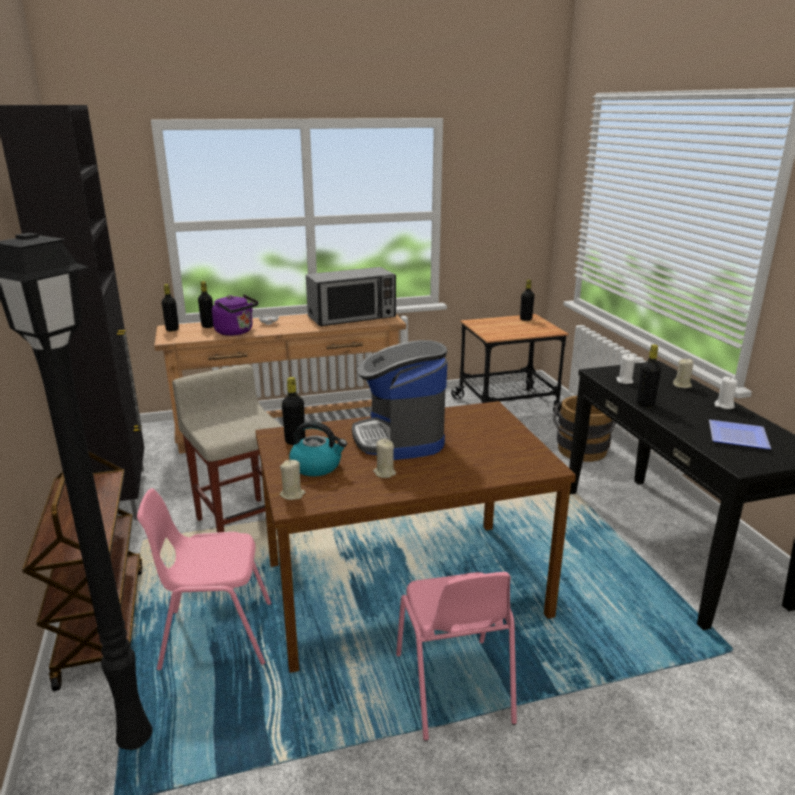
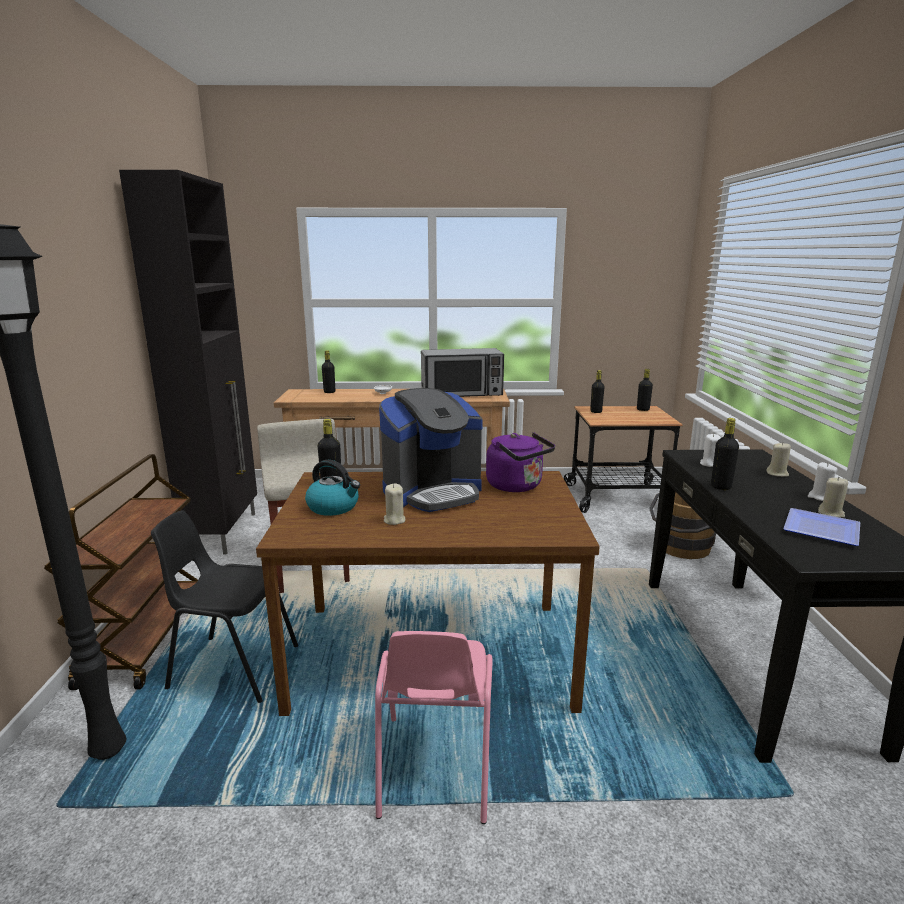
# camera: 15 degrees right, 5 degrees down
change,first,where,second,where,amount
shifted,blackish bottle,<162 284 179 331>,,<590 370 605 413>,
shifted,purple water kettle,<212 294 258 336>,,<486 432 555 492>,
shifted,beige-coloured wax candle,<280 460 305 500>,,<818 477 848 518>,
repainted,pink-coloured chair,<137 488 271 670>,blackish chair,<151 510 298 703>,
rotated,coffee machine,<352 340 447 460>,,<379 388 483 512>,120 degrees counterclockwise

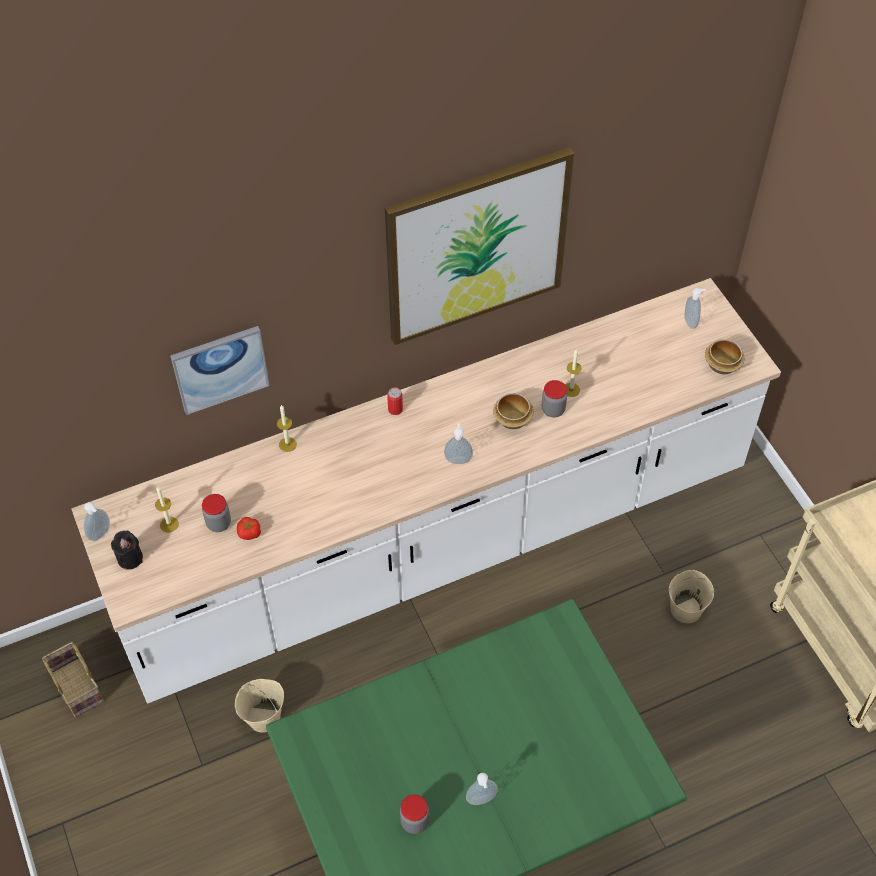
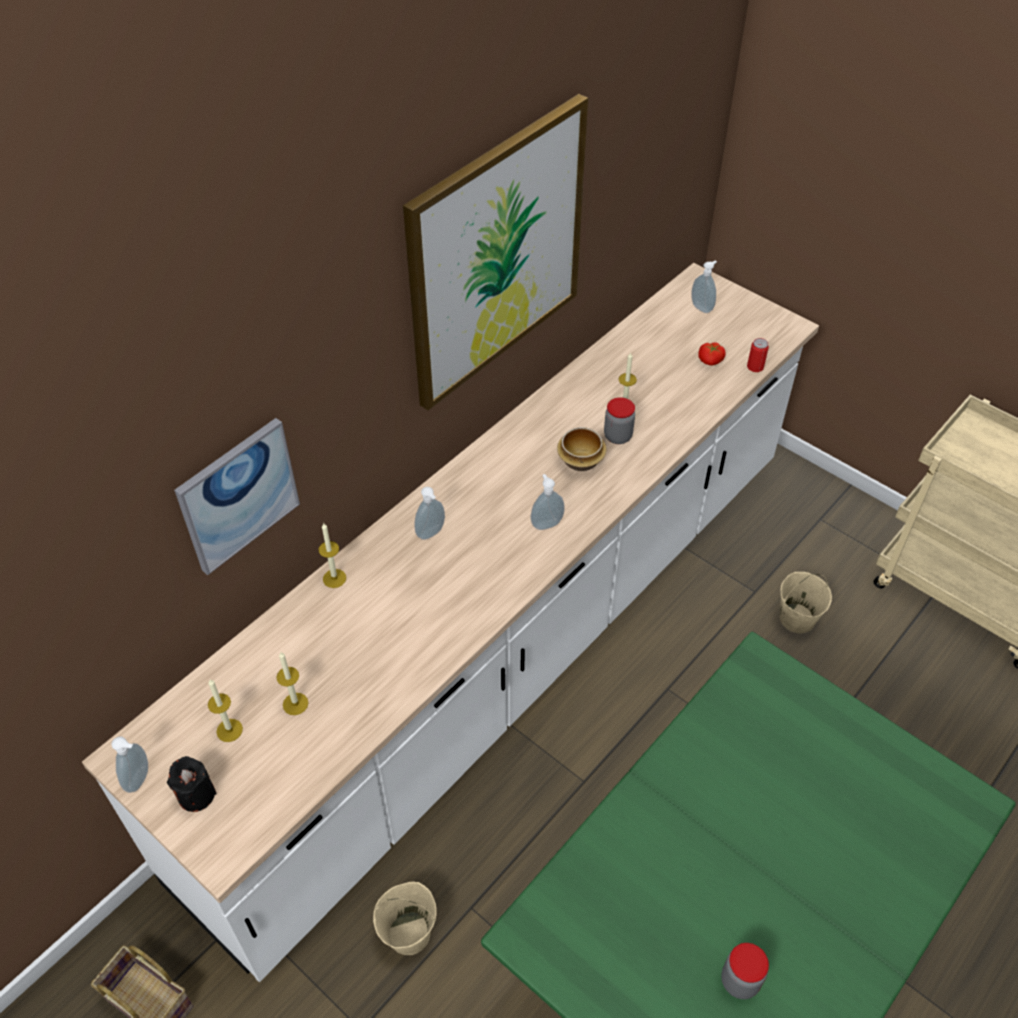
# camera: 25 degrees left, 5 degrees down
change,first,where,second,where,amount
gone,serving bowl,<705 339 744 374>,,,
shifted,fresh tomato,<237 517 261 540>,,<699 343 726 365>,
shifted,can,<387 388 403 415>,,<747 338 769 372>,
shifted,soap dispenser,<466 773 498 805>,,<414 487 445 540>,
swapped,jar,<202 494 231 532>,wax candle,<276 652 308 715>,

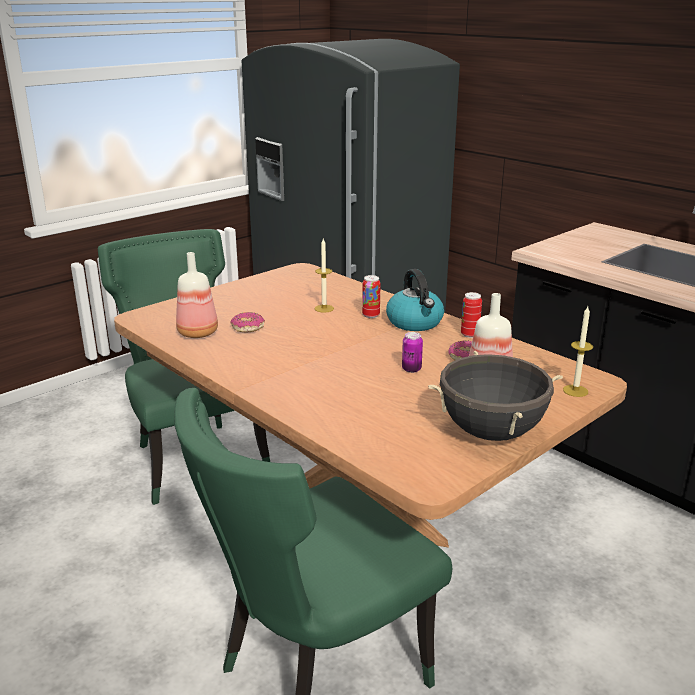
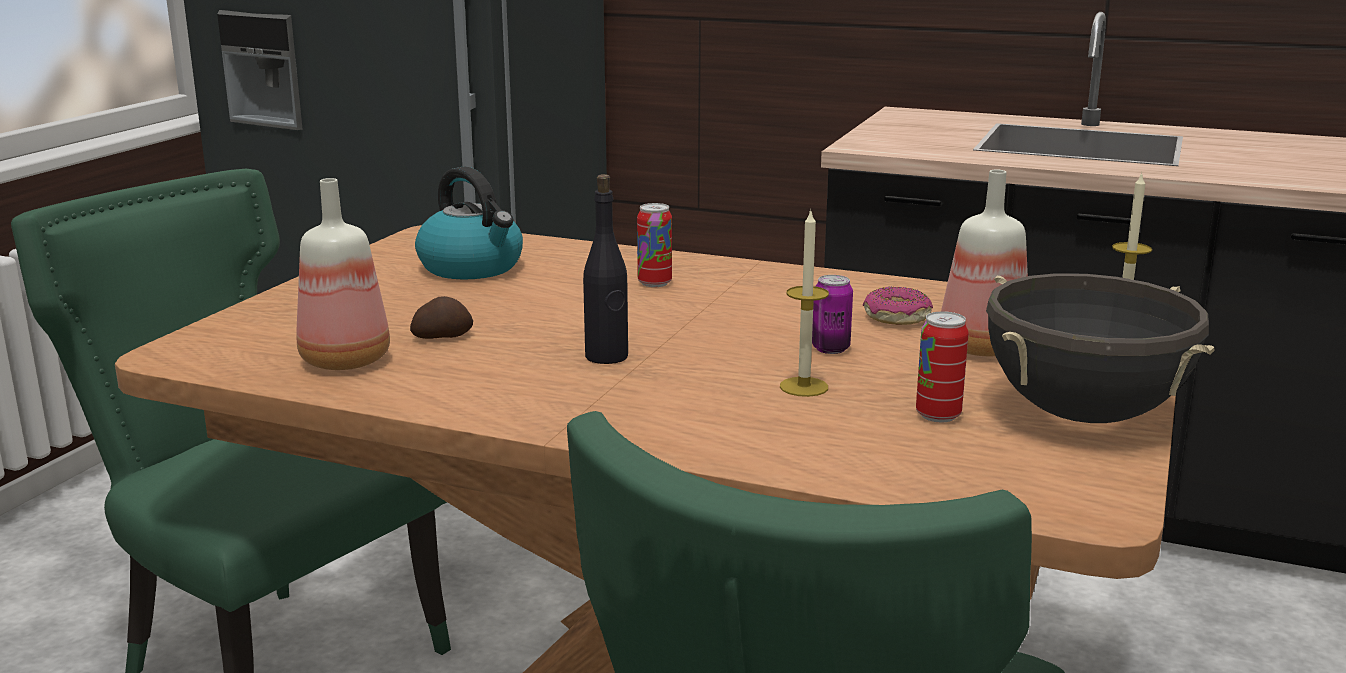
# camera: 25 degrees left, 5 degrees down
change,first,where,second,where,amount
new,,,blackish bottle,<583 174 628 364>,
shifted,wax candle,<314 239 334 313>,,<780 209 829 397>,
shifted,water kettle,<386 269 444 331>,,<415 166 523 280>,
shifted,can,<461 292 482 338>,,<916 311 969 422>,
swapped,doughnut,<230 312 265 332>,spud,<410 296 473 339>,

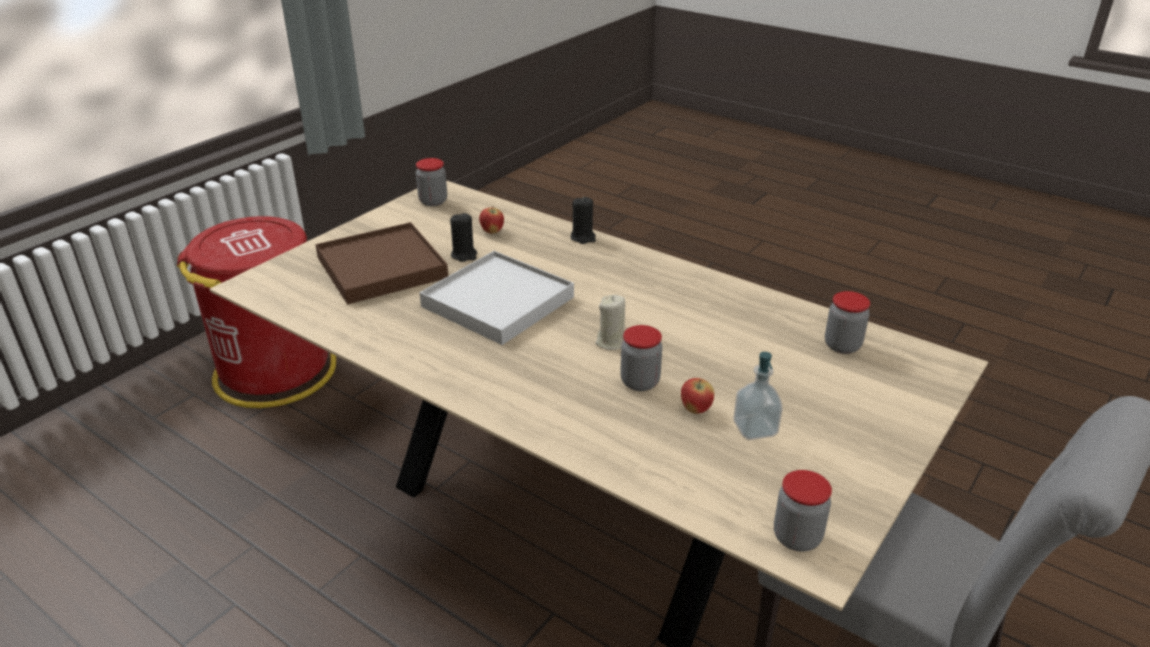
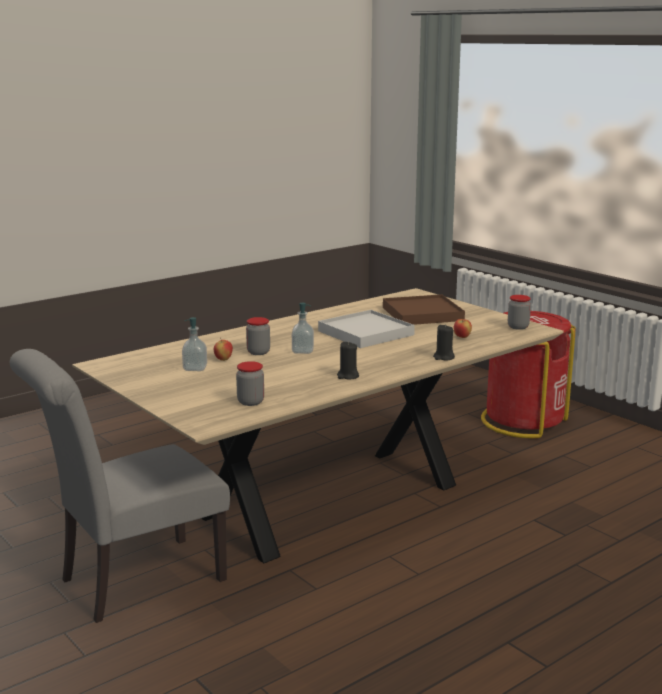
# camera: 105 degrees right, 15 degrees down
change,first,where,second,where,amount
gone,jar,<774 470 832 552>,,,
shifted,blackish wax candle,<450 213 477 262>,,<337 341 359 380>,
swapped,beige-coloured wax candle,<596 295 625 350>,soap dispenser,<292 303 314 354>,

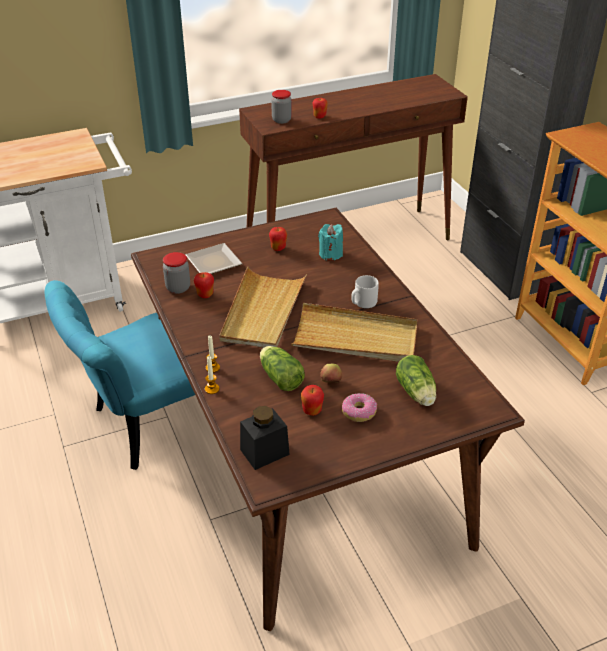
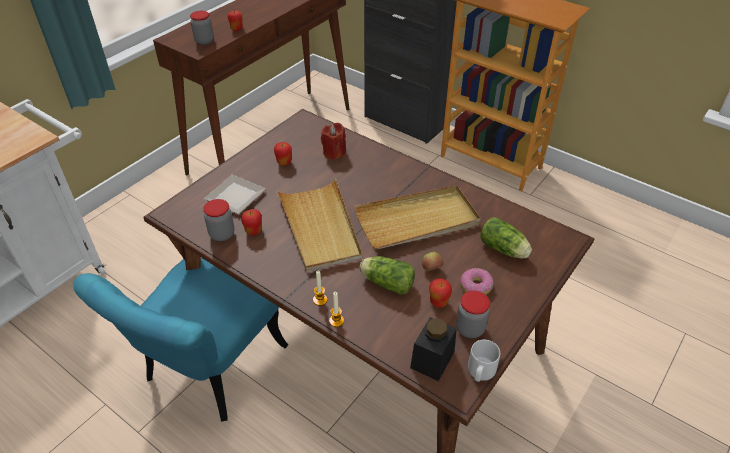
# camera: 30 degrees left, 5 degrees up
change,first,where,second,where,amount
new,,,jar,<456 291 490 338>,
shifted,greyish mug,<351 275 379 308>,,<468 340 500 382>,
repainted,blue-green wax candle,<318 224 343 260>,reddish wax candle,<321 123 346 160>,

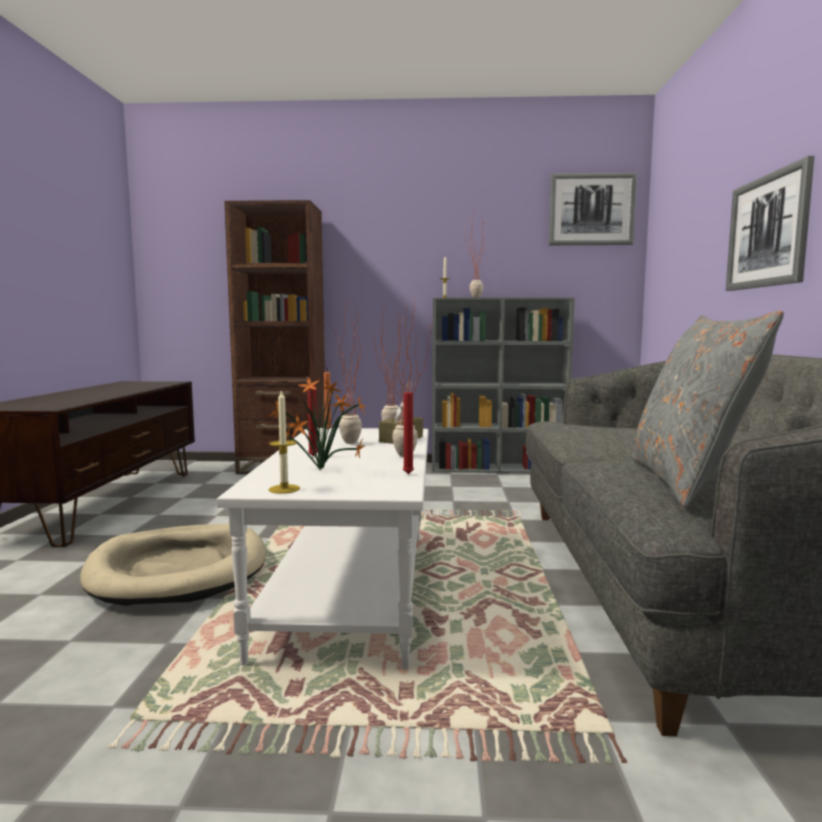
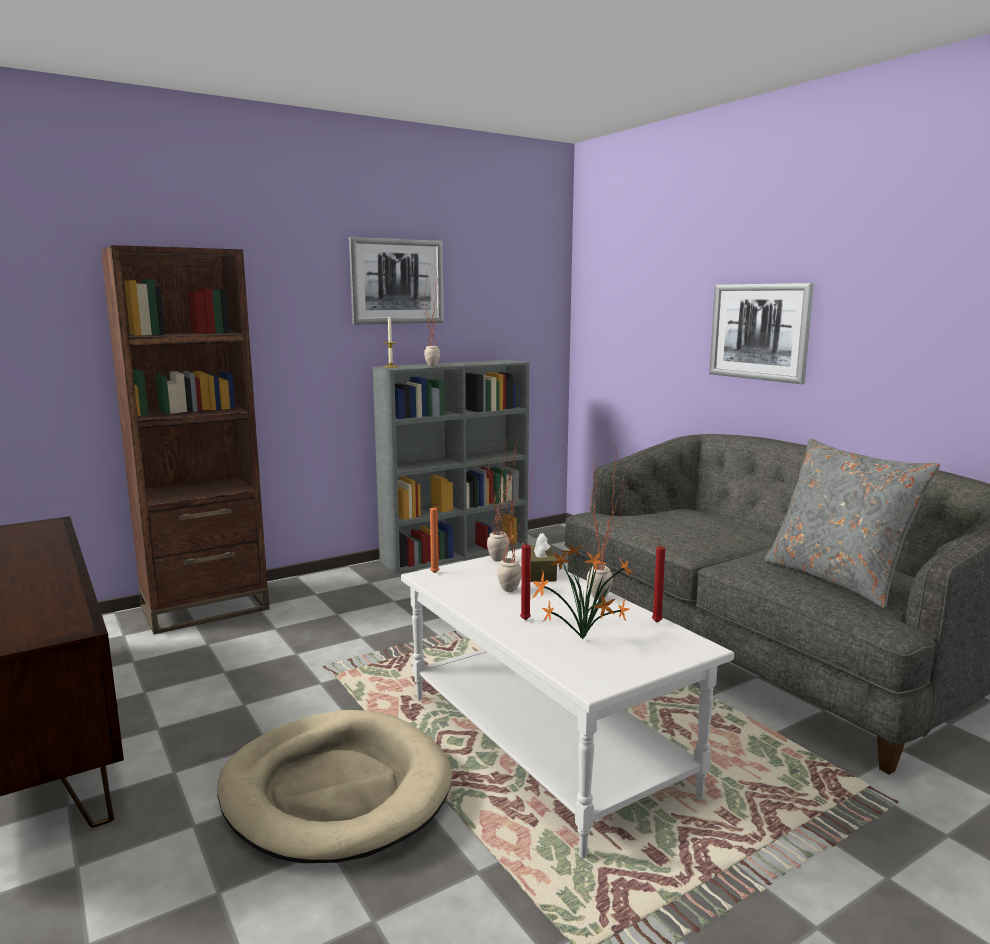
# camera: 35 degrees left, 5 degrees up
change,first,where,second,where,amount
gone,wax candle,<269 389 300 494>,,,
shifted,picture,<549 173 637 245>,,<349 237 444 324>,

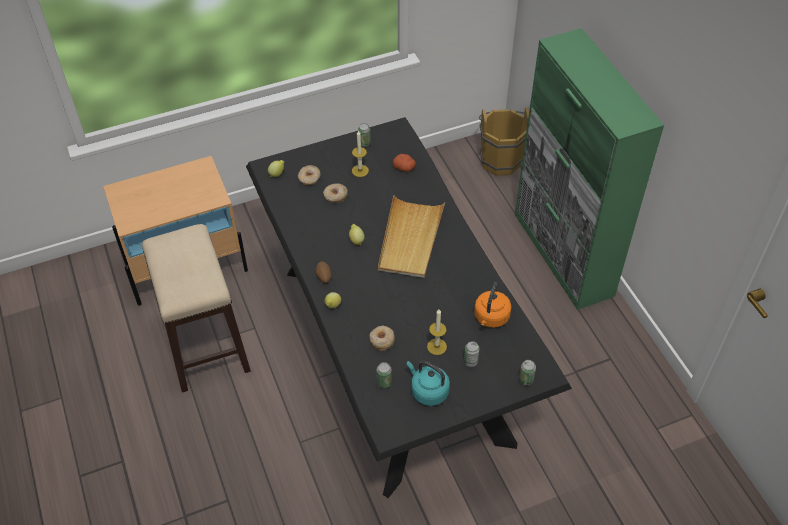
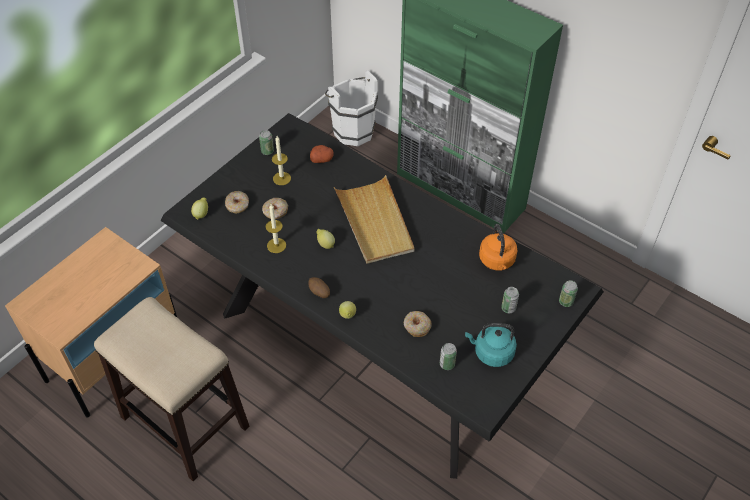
# camera: 30 degrees left, 0 degrees up
change,first,where,second,where,amount
shifted,wax candle,<427 310 447 355>,,<266 204 286 253>,
repainted,brown-coloured bucket,<479 107 529 176>,whitish bucket,<325 70 378 146>,

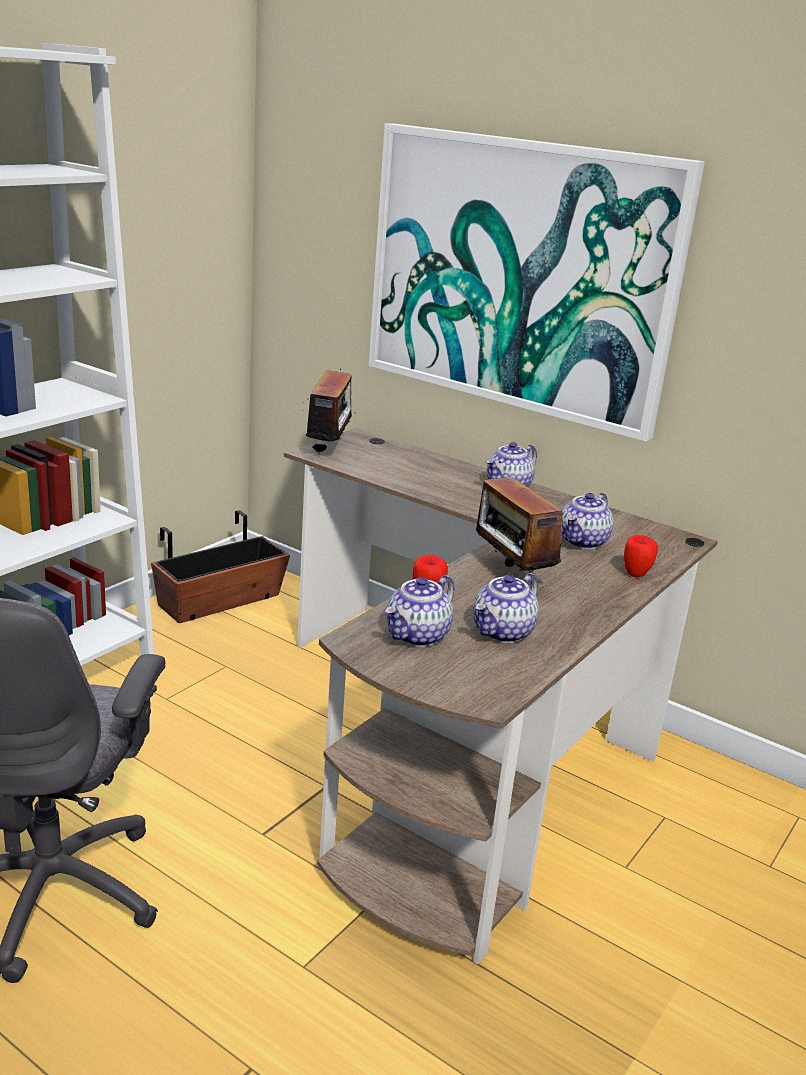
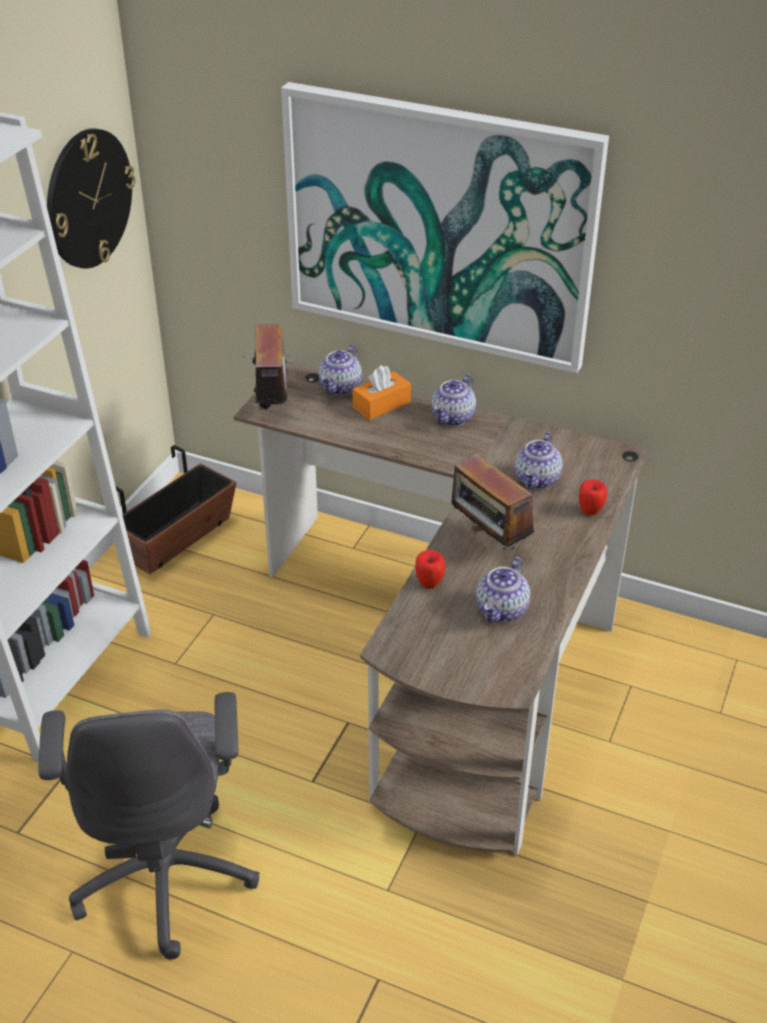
# camera: 10 degrees left, 15 degrees up
change,first,where,second,where,amount
new,,,wall clock,<47 128 135 269>,
new,,,orange tissue box,<352 365 411 420>,
shifted,teapot,<385 575 455 647>,,<319 344 362 395>,

